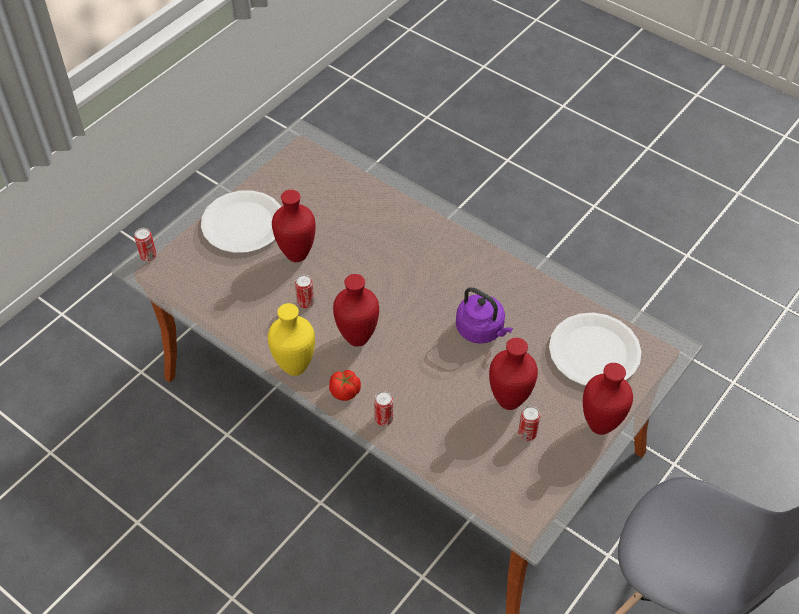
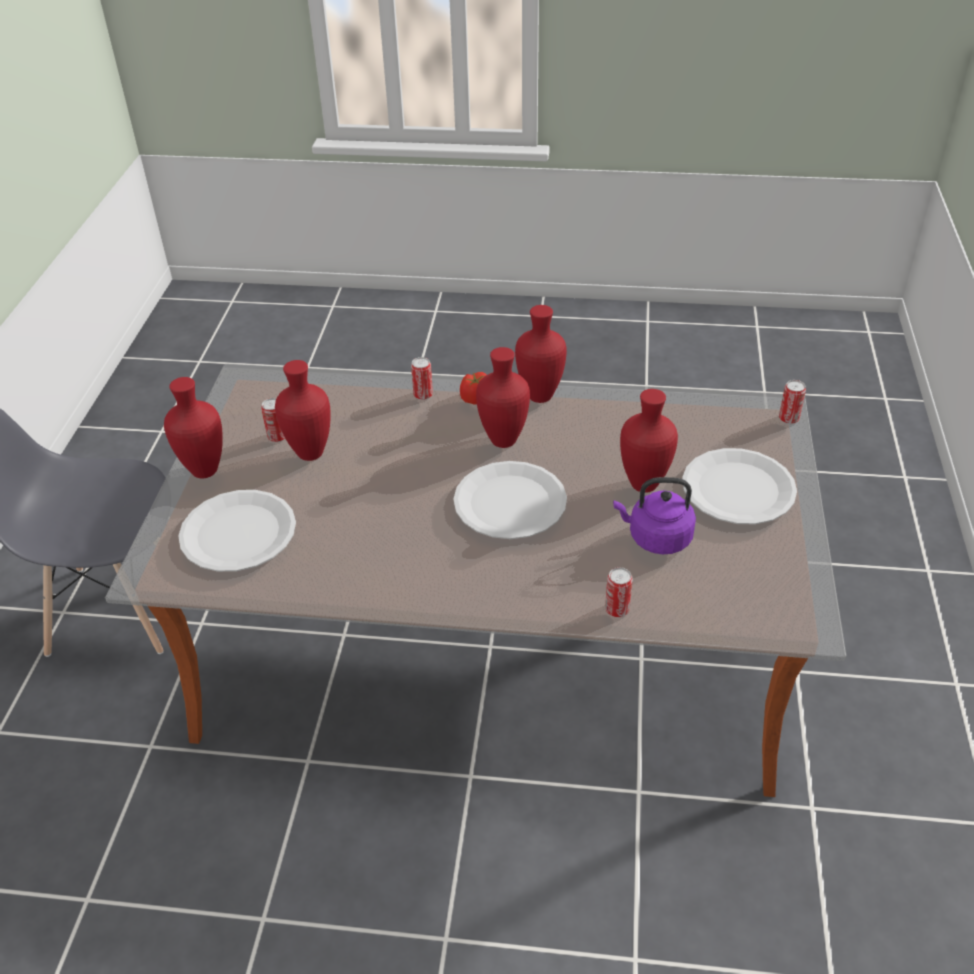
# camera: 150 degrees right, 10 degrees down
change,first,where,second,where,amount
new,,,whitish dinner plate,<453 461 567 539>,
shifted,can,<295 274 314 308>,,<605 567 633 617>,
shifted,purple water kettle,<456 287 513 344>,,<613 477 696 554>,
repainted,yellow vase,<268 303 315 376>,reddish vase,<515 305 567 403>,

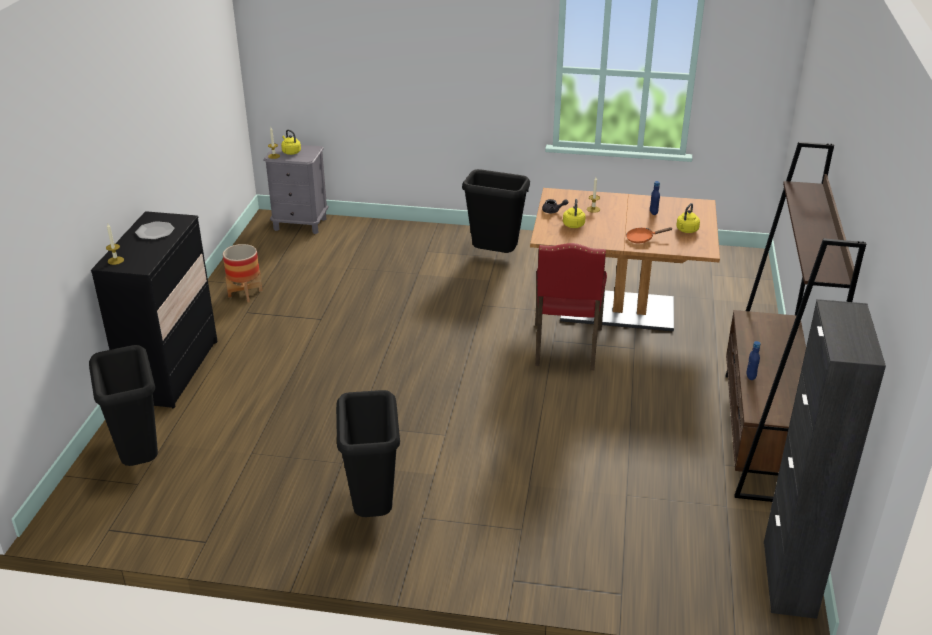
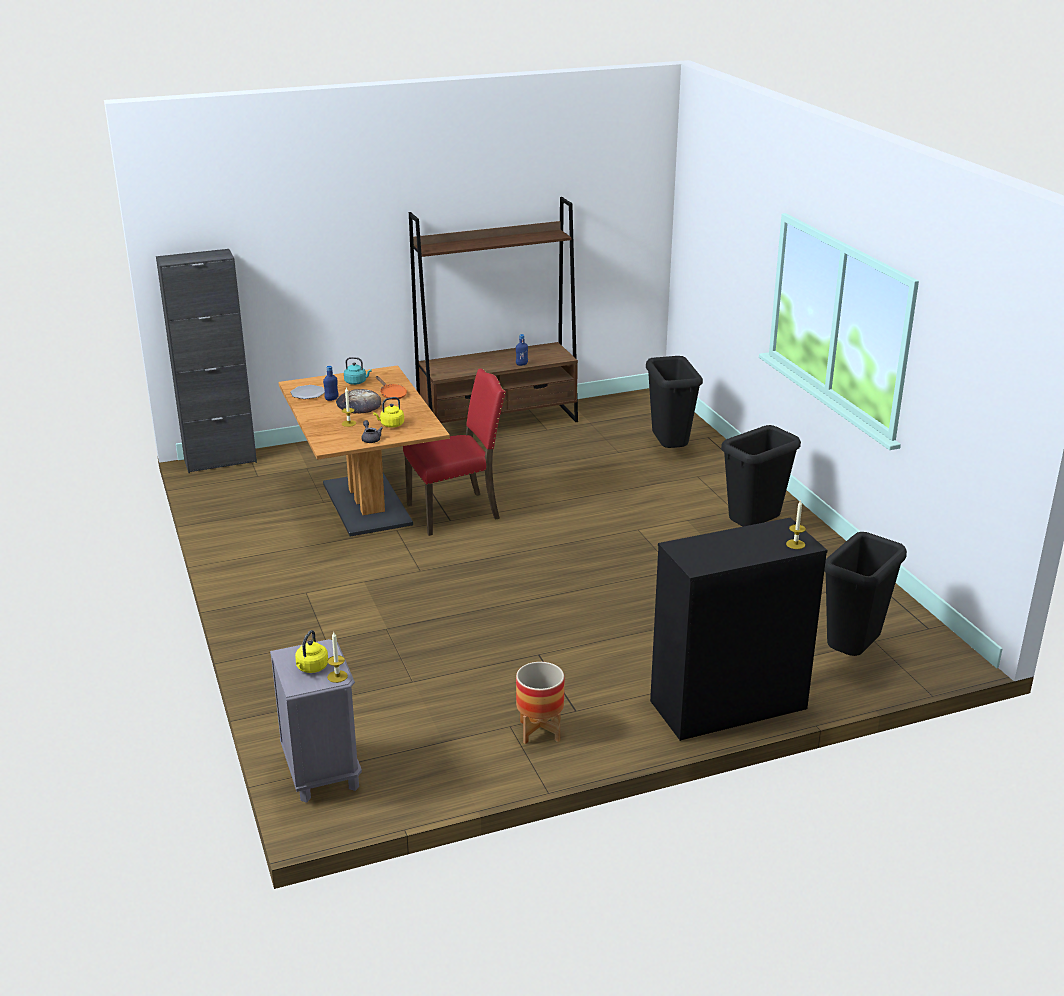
# camera: 120 degrees left, 5 degrees down
change,first,where,second,where,amount
new,,,bakery bread,<336 389 381 413>,
shifted,dinner plate,<135 221 175 240>,,<290 385 325 399>,
shifted,blackish waste bin,<462 169 530 253>,,<646 356 703 448>,
shifted,blackish storage cabinet,<764 299 886 619>,,<156 249 257 473>,
repainted,yellow water kettle,<677 203 700 233>,blue-green water kettle,<344 357 372 385>,

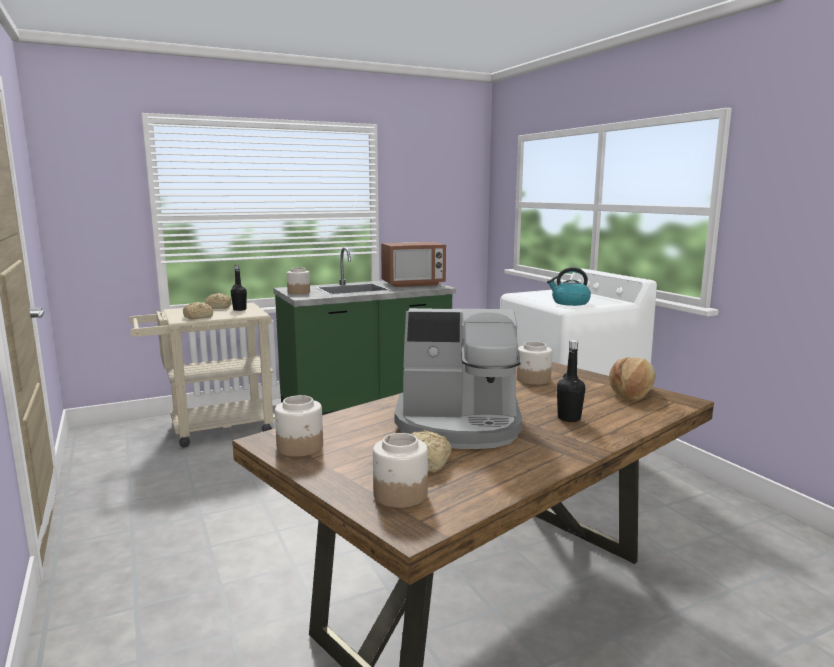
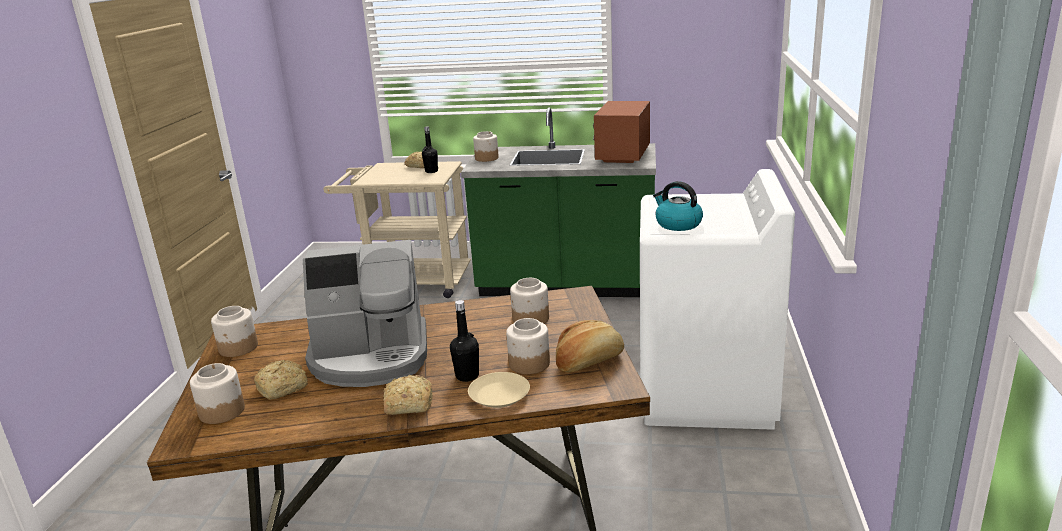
# camera: 35 degrees right, 10 degrees up
change,first,where,second,where,amount
new,,,beige-coloured dinner plate,<468 372 530 408>,
new,,,jar,<506 318 550 374>,
shifted,bakery bread,<183 302 213 320>,,<383 375 433 415>,
rotated,microwave,<381 242 446 287>,,<593 101 650 163>,90 degrees clockwise
rotated,coffee machine,<394 308 522 449>,,<303 240 427 387>,45 degrees counterclockwise

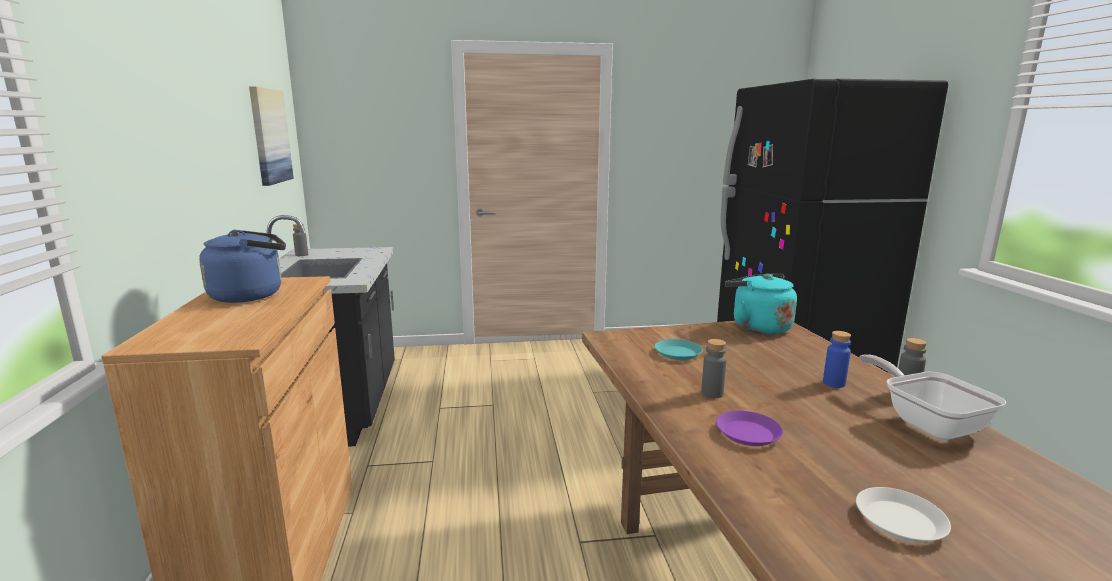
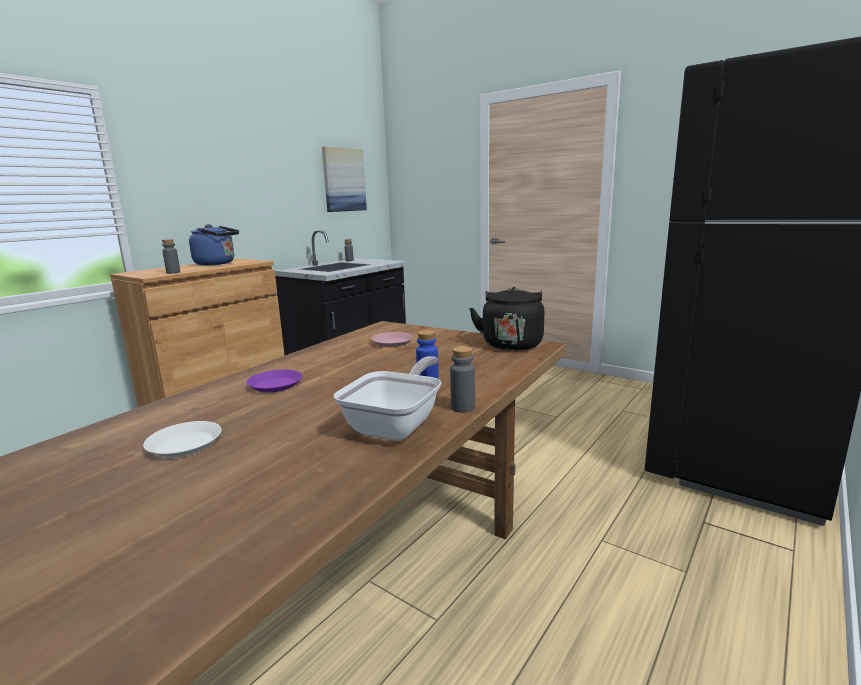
# camera: 45 degrees right, 0 degrees up
change,first,where,second,where,amount
shifted,greyish bottle,<701 339 727 398>,,<162 239 180 274>,
repainted,blue-green dinner plate,<654 339 703 360>,pink-coloured dinner plate,<371 332 413 347>,
repainted,blue-green water kettle,<725 274 797 335>,blackish water kettle,<469 287 544 351>,

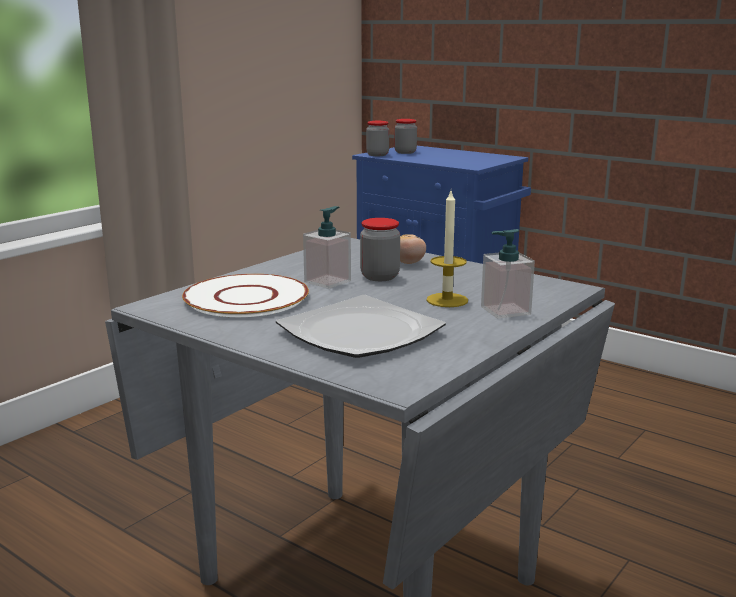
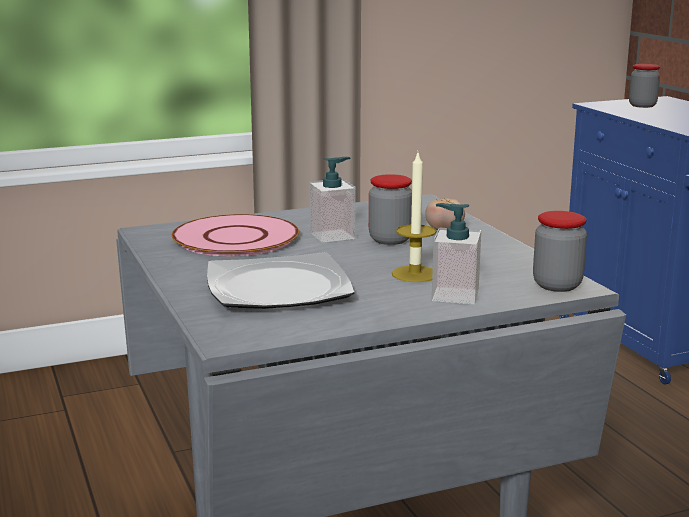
# camera: 30 degrees right, 0 degrees up
change,first,where,second,where,amount
shifted,jar,<366 121 389 156>,,<533 211 587 292>,
repainted,whitish dinner plate,<182 274 309 317>,pink-coloured dinner plate,<172 214 299 256>,

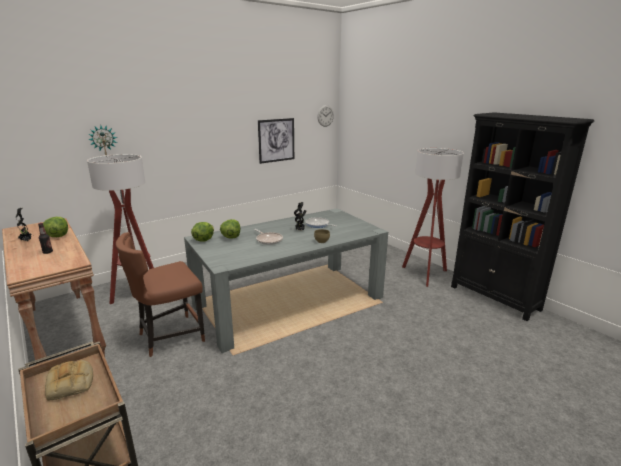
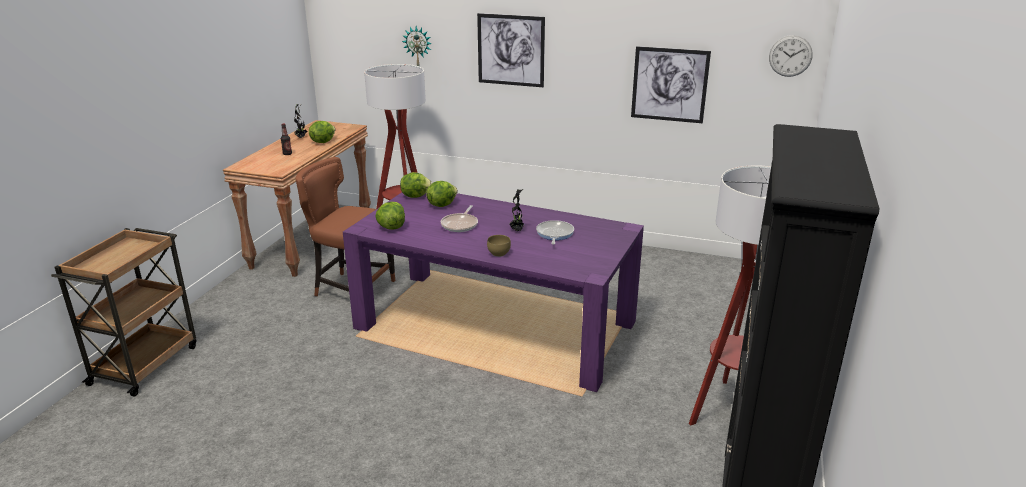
# camera: 55 degrees right, 5 degrees up
change,first,where,second,where,amount
gone,bakery bread,<45 360 93 400>,,,
new,,,head of lettuce,<375 202 405 230>,
new,,,picture,<477 13 545 87>,
repainted,greyish kitchen table,<184 208 388 353>,purple kitchen table,<343 193 644 392>,

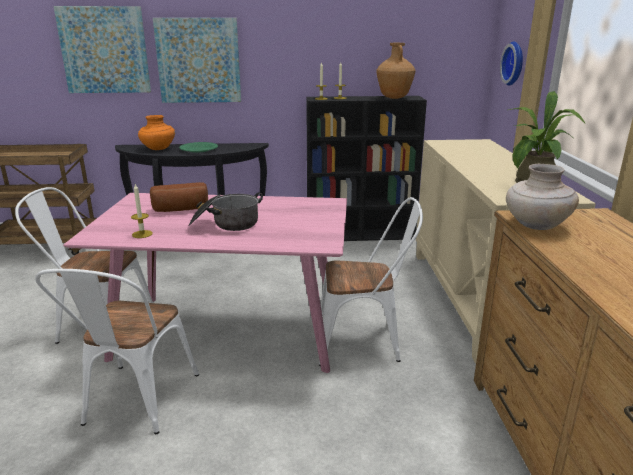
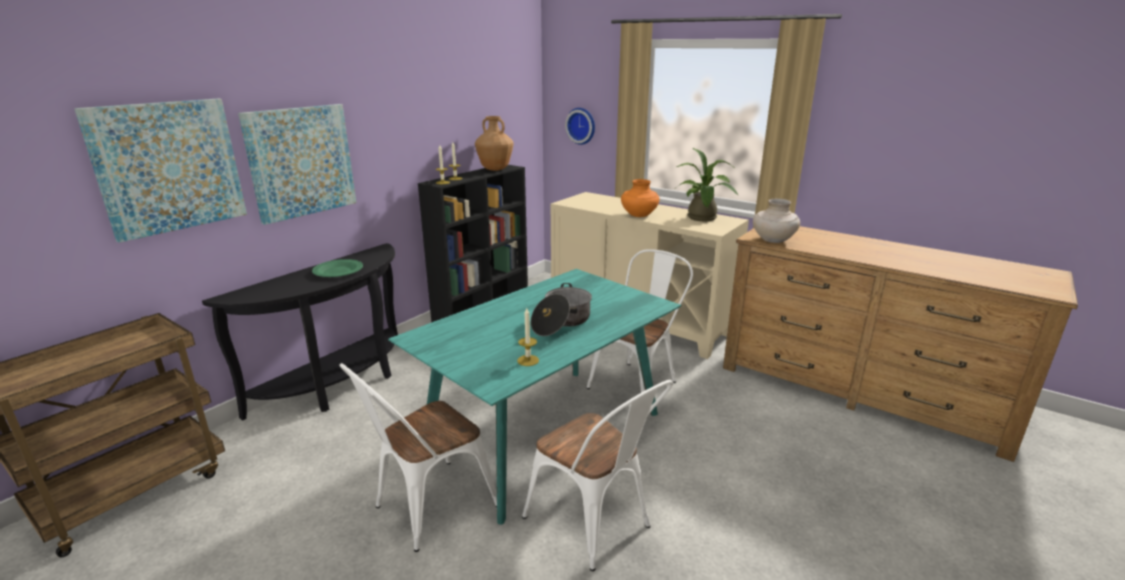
# camera: 50 degrees left, 0 degrees up
change,first,where,second,where,amount
gone,bakery bread,<150 182 208 212>,,,
shifted,orange vase,<138 115 175 150>,,<621 179 660 217>,
repainted,pink-coloured kitchen table,<63 193 347 373>,blue-green kitchen table,<388 269 681 525>,

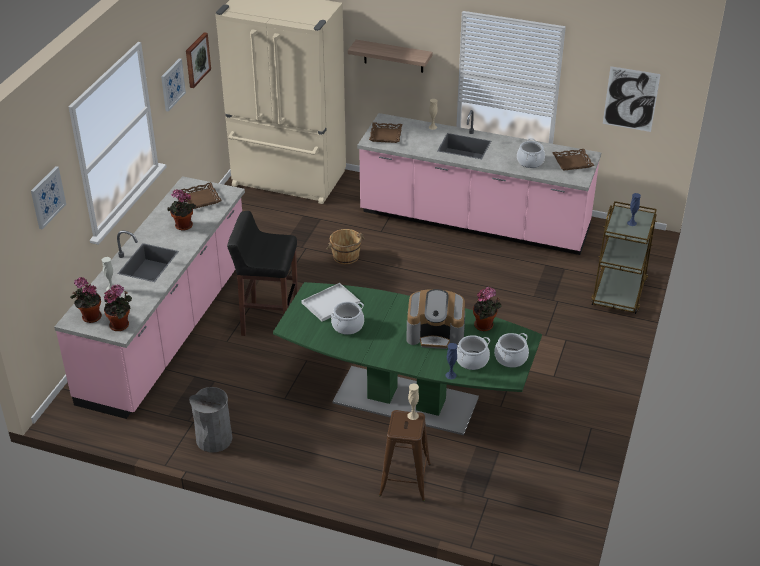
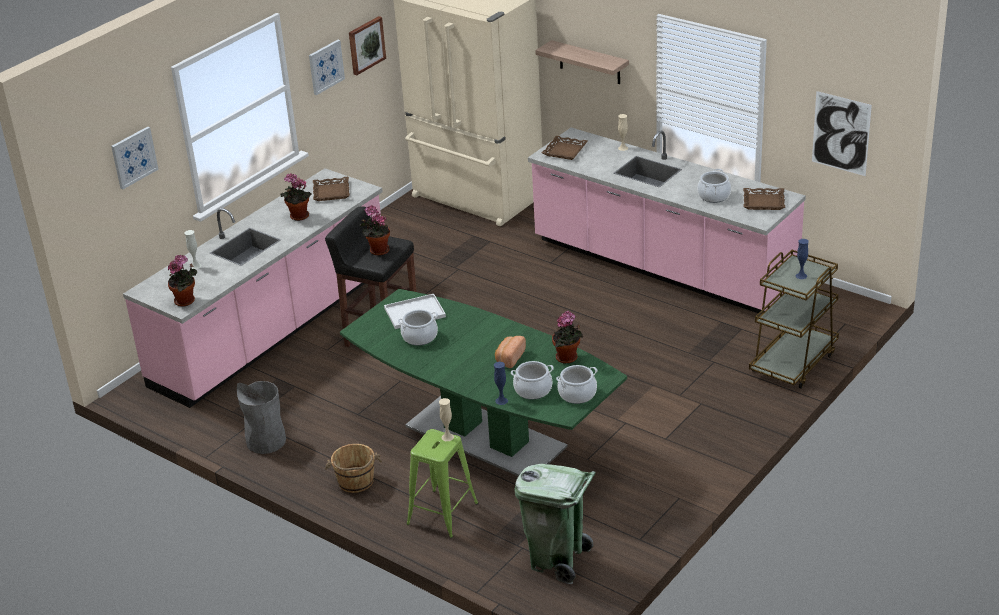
# camera: 20 degrees right, 5 degrees down
change,first,where,second,where,amount
new,,,green waste bin,<515 464 596 584>,
shifted,potted plant,<70 277 102 323>,,<360 205 390 256>,
shifted,brown-coloured bucket,<326 229 365 264>,,<325 444 382 493>,
swapped,coffee machine,<406 289 465 349>,bakery bread,<495 336 526 368>,
repainted,brown-coloured stool,<379 410 431 502>,green stool,<406 429 478 538>,

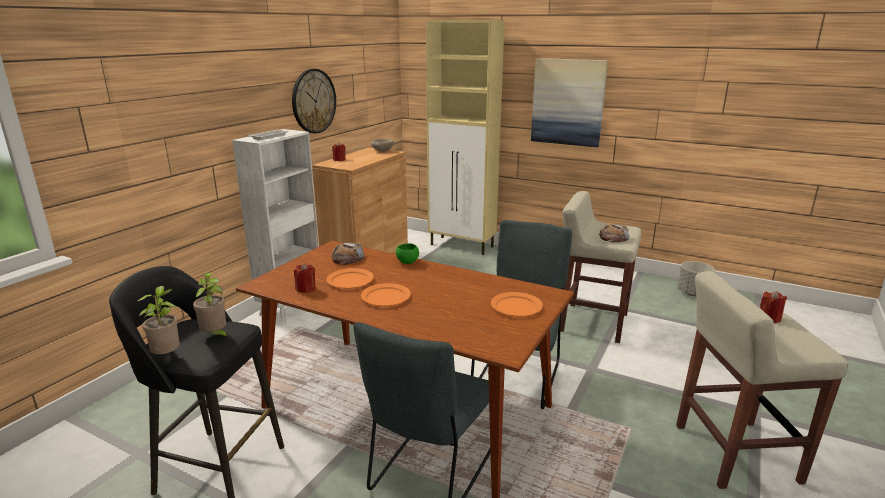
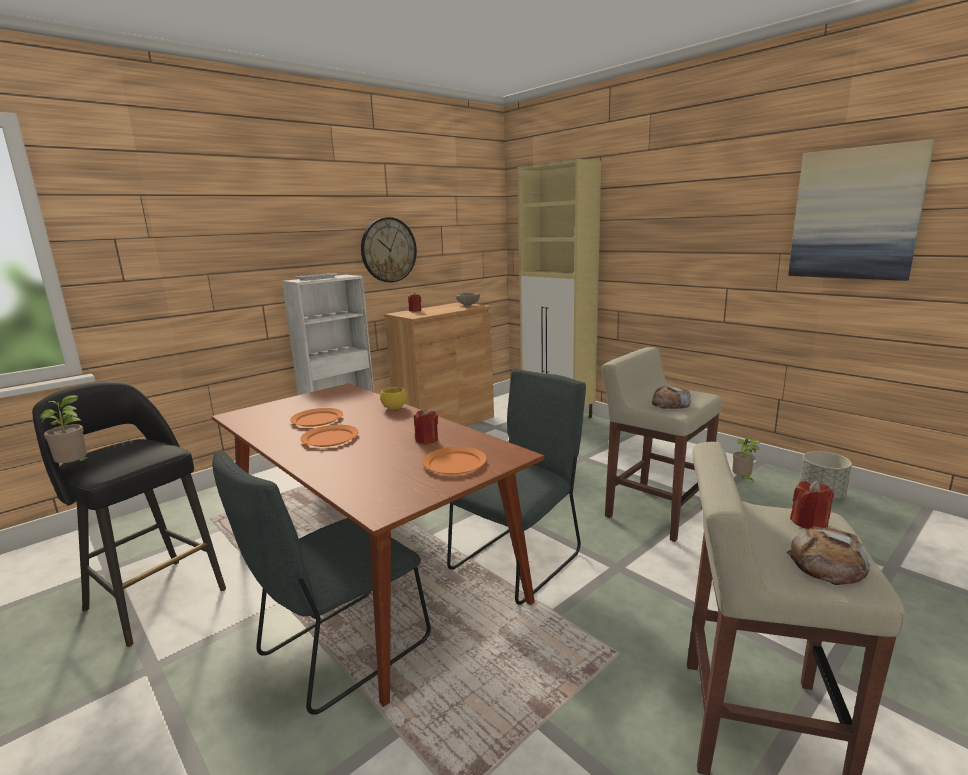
# camera: 20 degrees right, 5 degrees down
change,first,where,second,where,amount
shifted,potted plant,<193 273 228 339>,,<733 436 760 482>,
shifted,reddish wax candle,<294 263 316 293>,,<414 408 438 444>,
shifted,bakery bread,<331 243 364 265>,,<786 527 871 585>,
shifted,picture,<531 58 608 148>,,<788 139 935 281>,
repainted,green serving bowl,<396 243 419 264>,yellow serving bowl,<380 387 407 410>,

